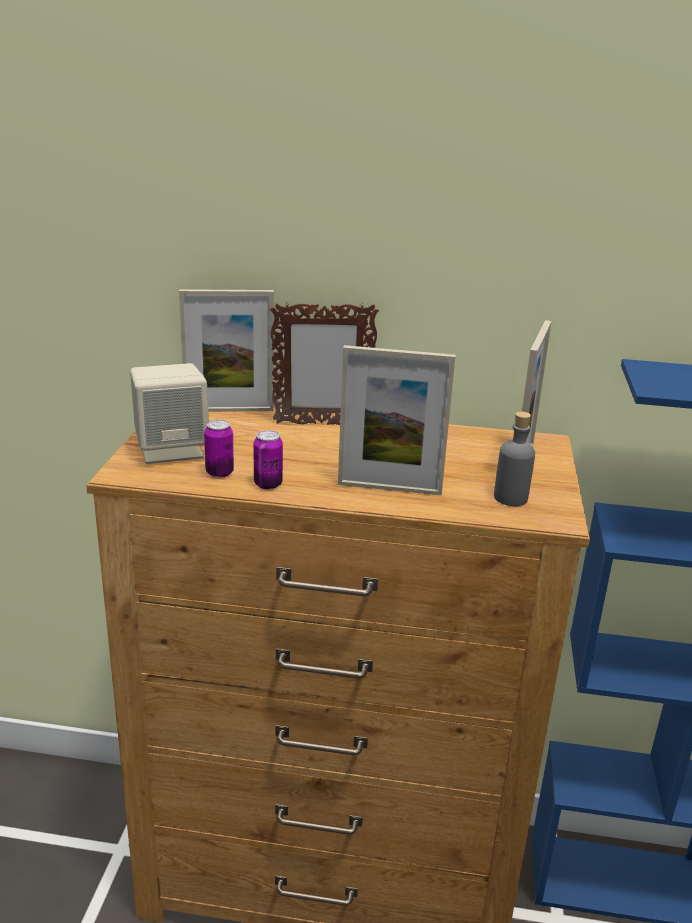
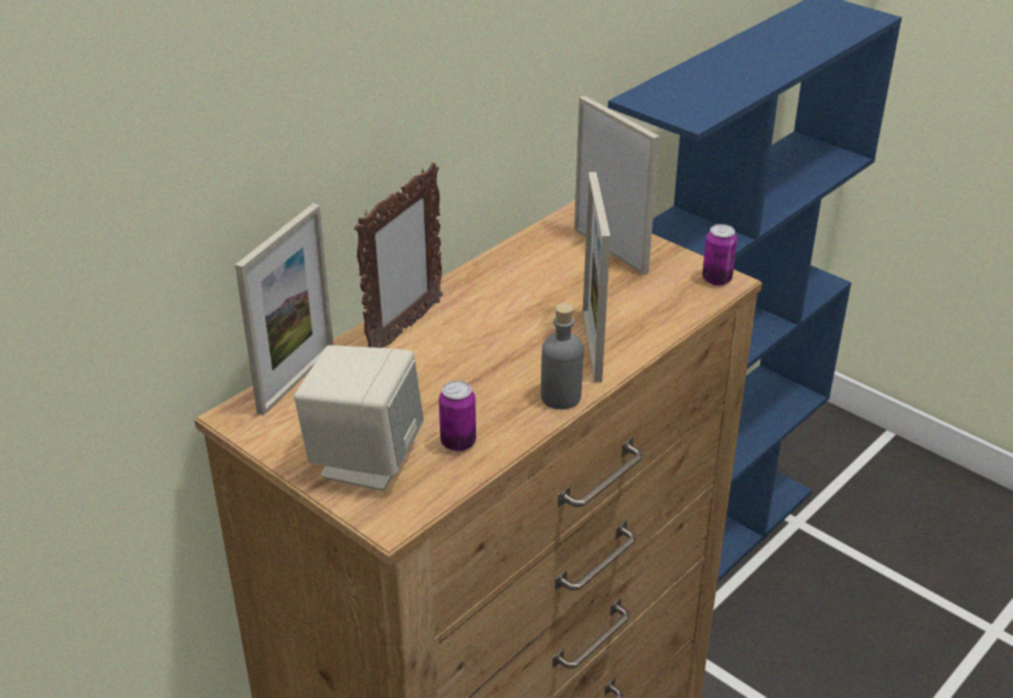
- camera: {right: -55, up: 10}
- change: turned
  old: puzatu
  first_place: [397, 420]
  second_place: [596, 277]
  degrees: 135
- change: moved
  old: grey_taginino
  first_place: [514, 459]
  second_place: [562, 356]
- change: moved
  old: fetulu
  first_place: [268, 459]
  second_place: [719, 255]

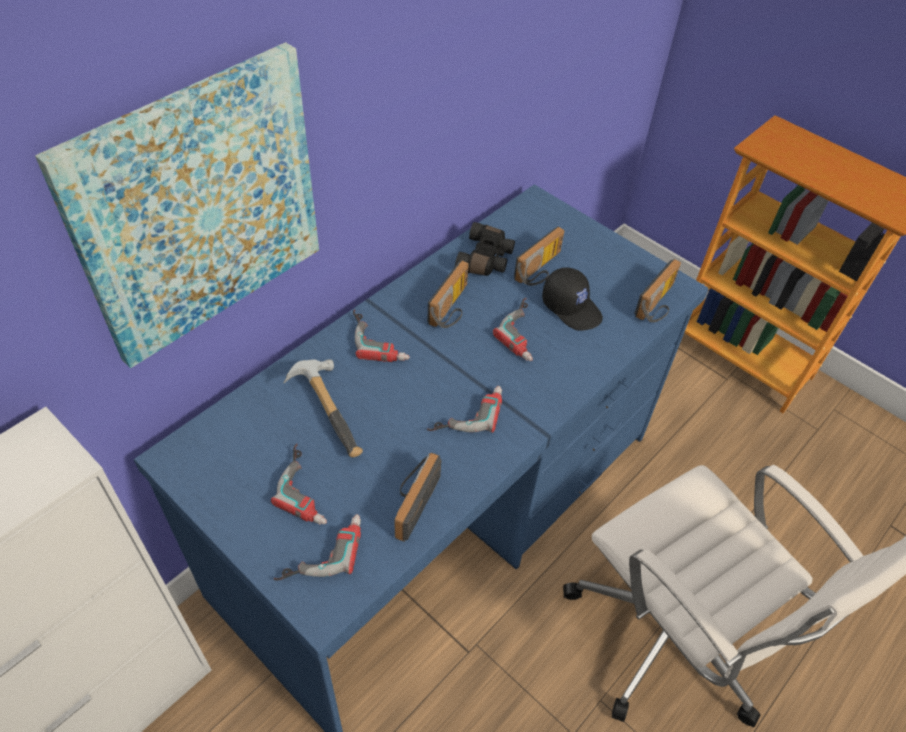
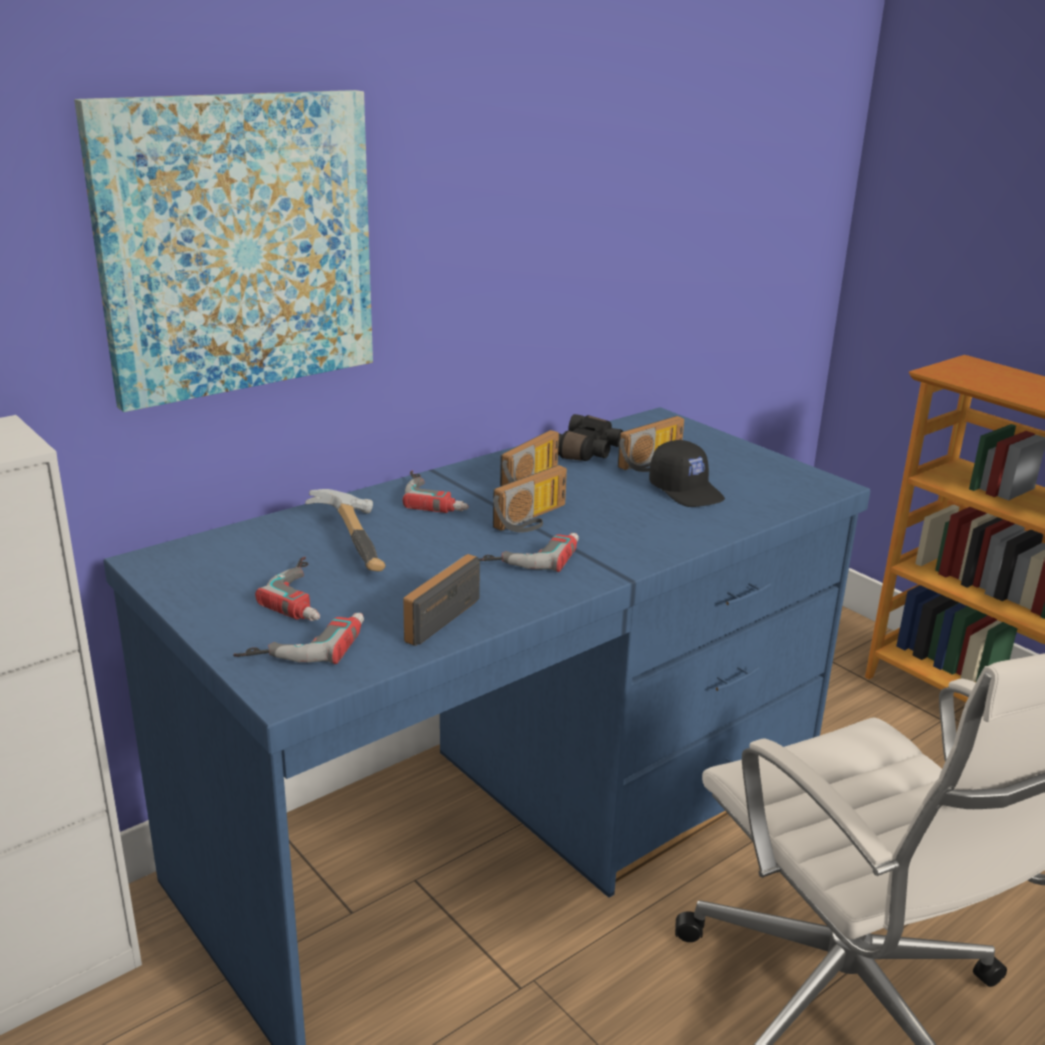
- camera: {right: 10, up: -25}
- change: moved
  old: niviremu
  first_place: [658, 290]
  second_place: [530, 498]
- change: removed
  old: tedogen
  first_place: [513, 329]

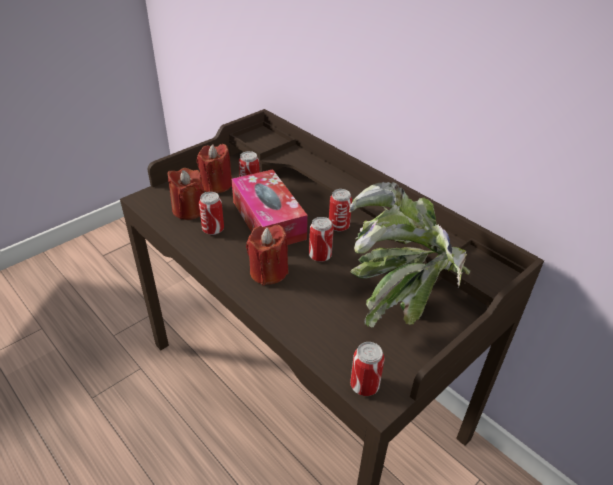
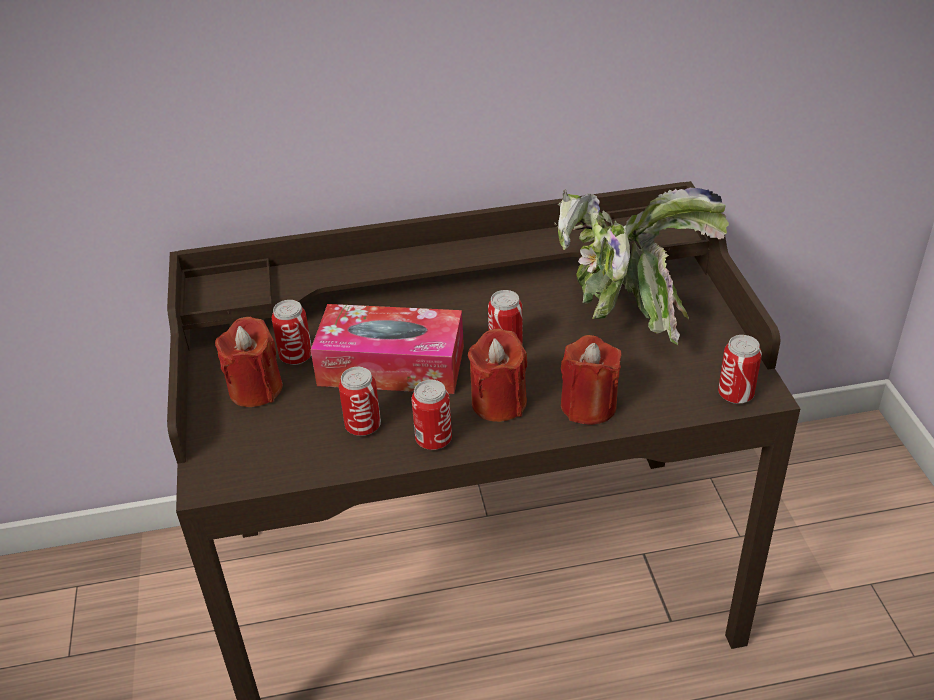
- camera: {right: -55, up: 0}
- change: moved
  old: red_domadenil
  first_place: [186, 194]
  second_place: [591, 380]
- change: moved
  old: fetulu
  first_place: [340, 210]
  second_place: [432, 414]

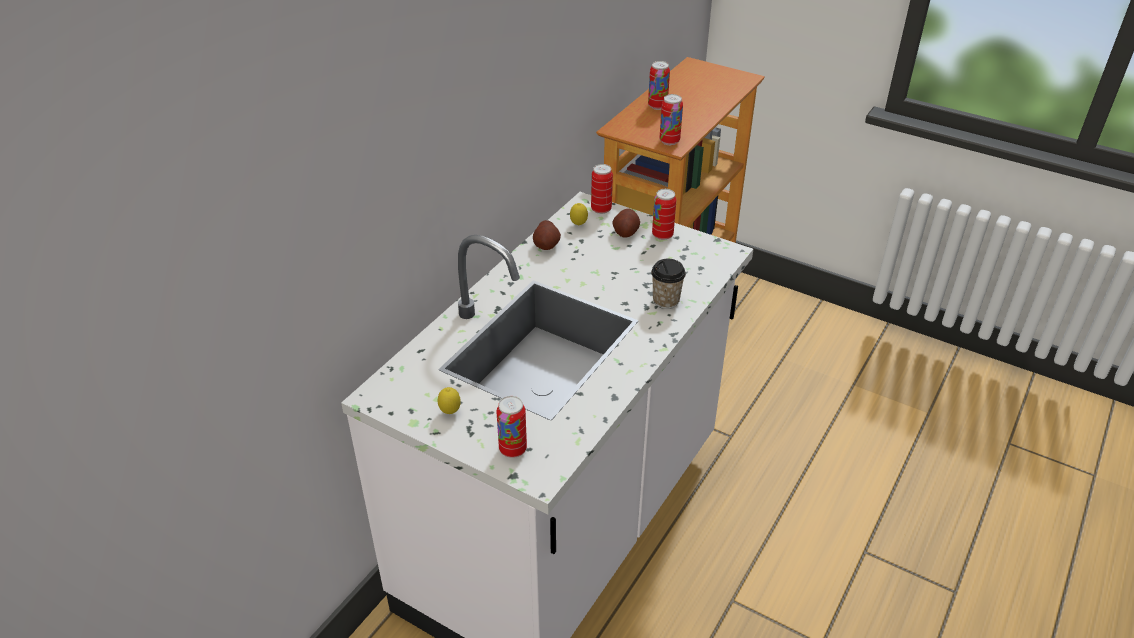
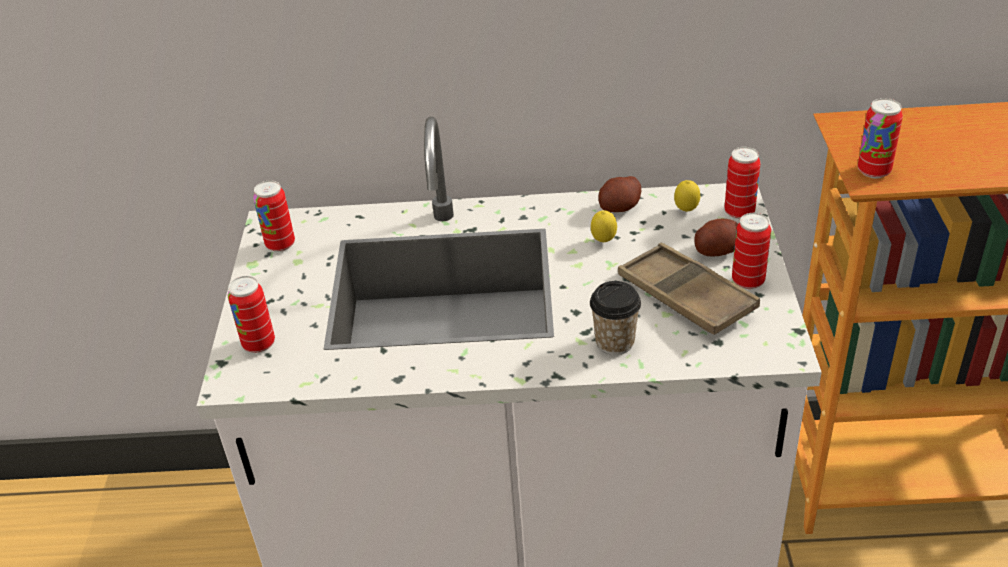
- camera: {right: 60, up: 0}
- change: moved
  old: fetulu
  first_place: [659, 85]
  second_place: [274, 216]
- change: moved
  old: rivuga
  first_place: [449, 400]
  second_place: [604, 226]
- change: added
  new: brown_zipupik
  second_place: [689, 289]

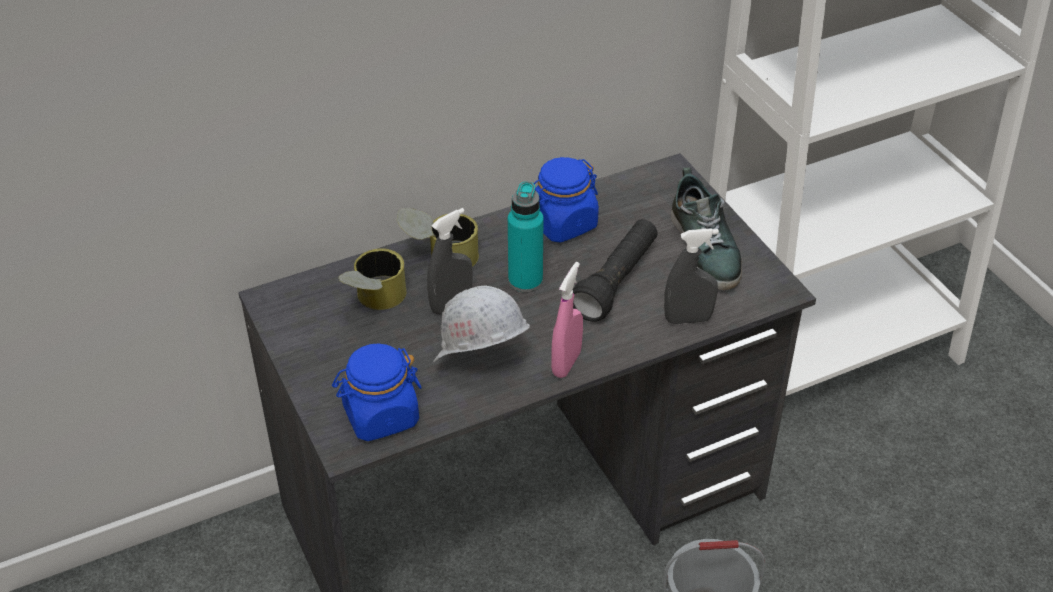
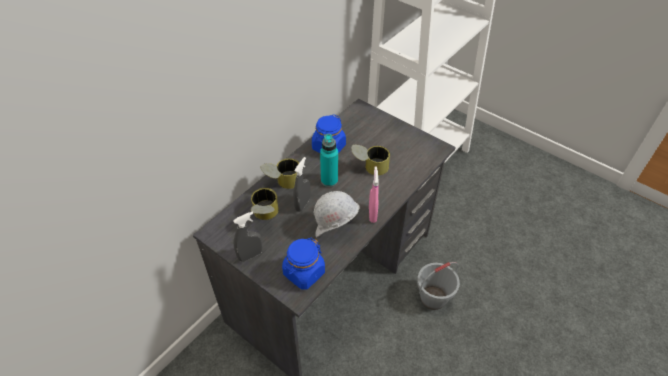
- camera: {right: -25, up: 5}
- change: removed
  old: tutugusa
  first_place: [706, 228]
- change: replaced
  old: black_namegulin
  new: fetulu
  first_place: [615, 270]
  second_place: [370, 160]
- change: moved
  old: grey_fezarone
  first_place: [691, 276]
  second_place: [247, 236]

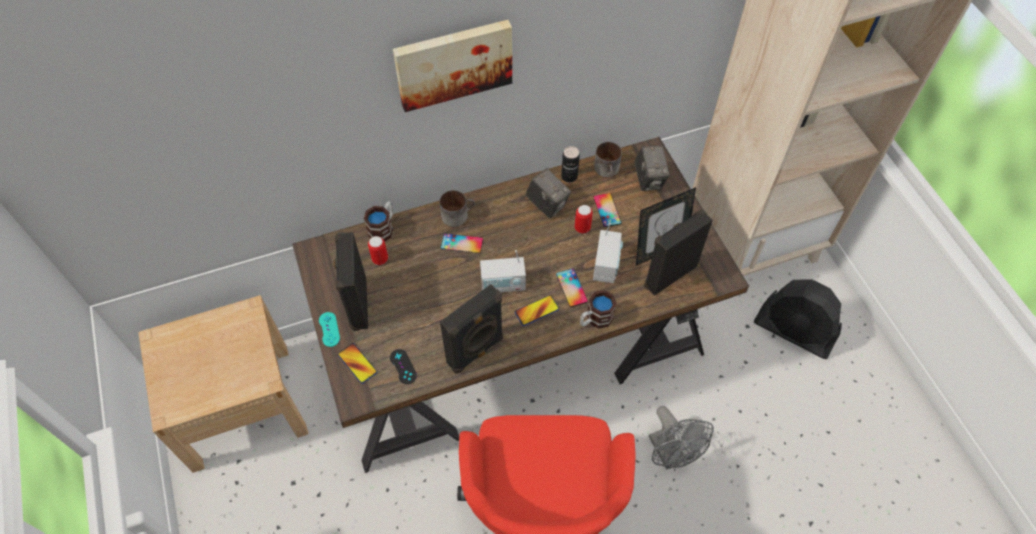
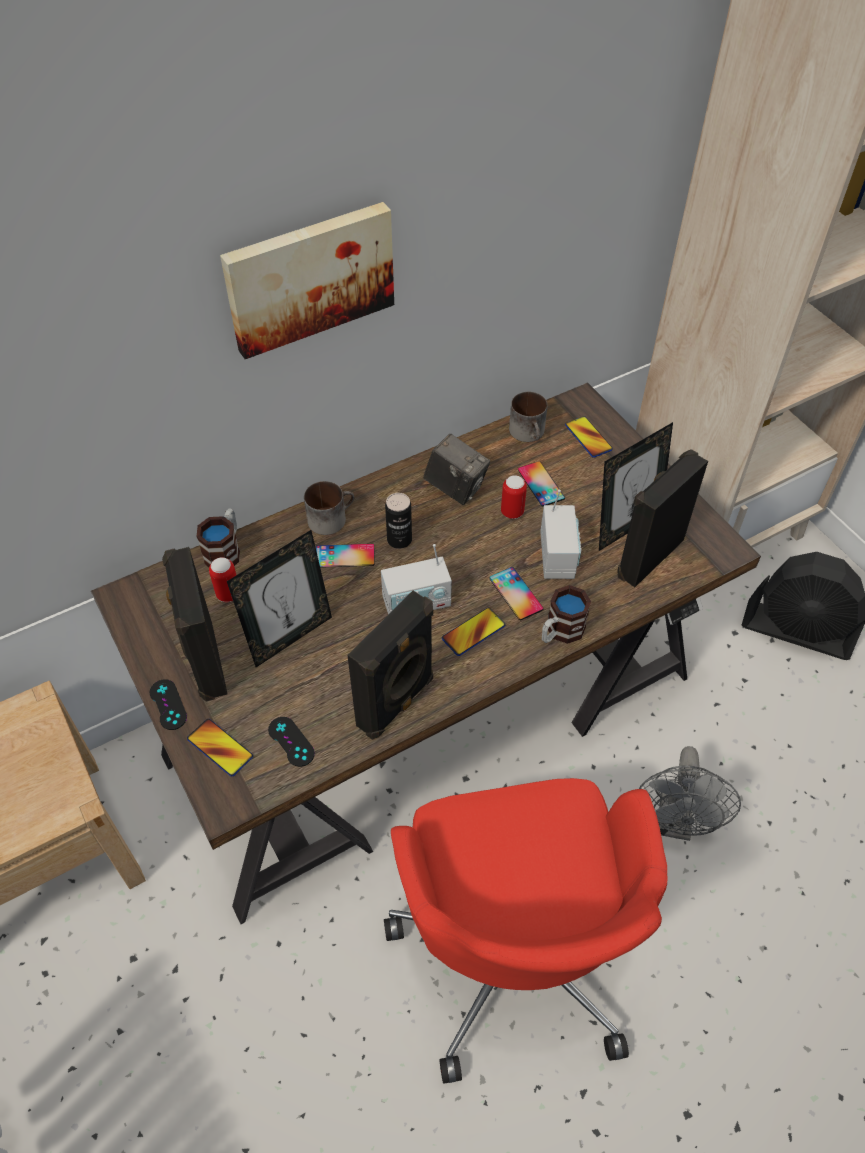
- camera: {right: -10, up: -5}
- change: replaced
  old: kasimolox
  new: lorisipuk
  first_place: [652, 168]
  second_place: [589, 437]
- change: moved
  old: fetulu
  first_place: [570, 164]
  second_place: [398, 521]
- change: recoloured
  old: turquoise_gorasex
  new: black_gorasex
  first_place: [329, 329]
  second_place: [168, 704]
- change: turned
  old: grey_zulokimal
  first_place: [681, 438]
  second_place: [690, 793]
  degrees: 45
- change: added
  new: puzatu
  second_place: [279, 598]

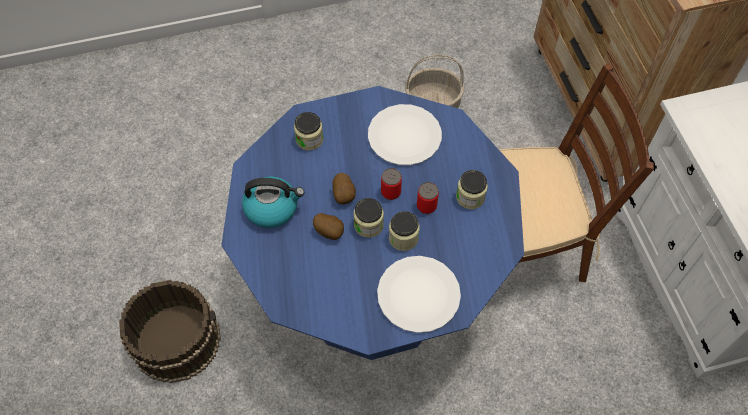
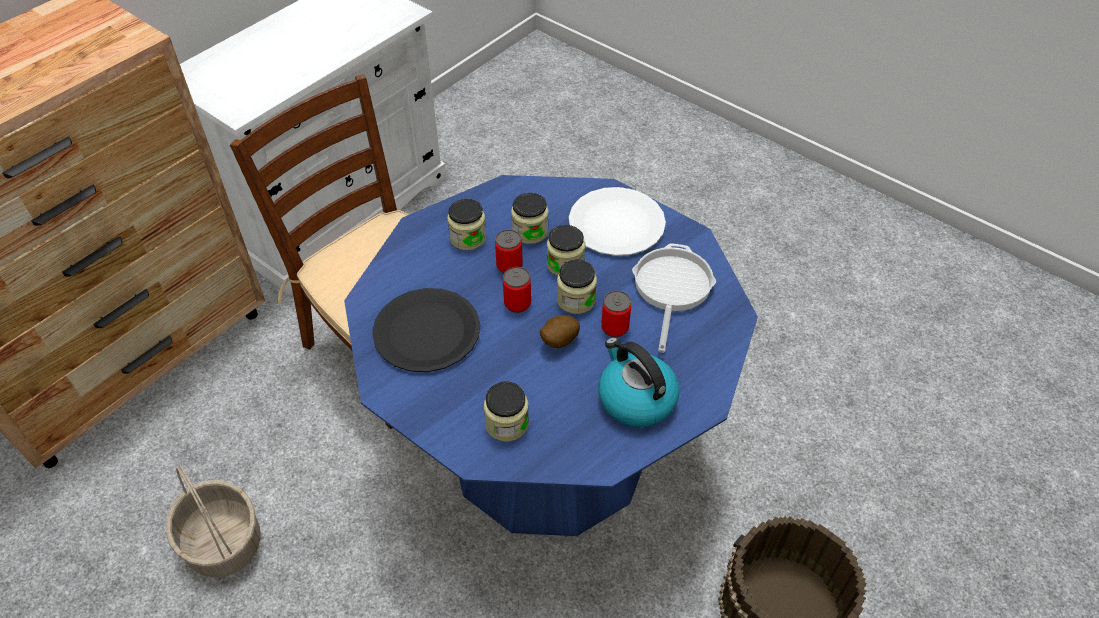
- camera: {right: -125, up: -10}
- change: recoloured
  old: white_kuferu
  new: black_kuferu
  first_place: [405, 134]
  second_place: [426, 330]
- change: replaced
  old: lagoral
  new: fetulu
  first_place: [328, 226]
  second_place: [616, 314]
- change: added
  new: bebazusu
  second_place: [530, 218]
- change: added
  new: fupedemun
  second_place: [674, 298]

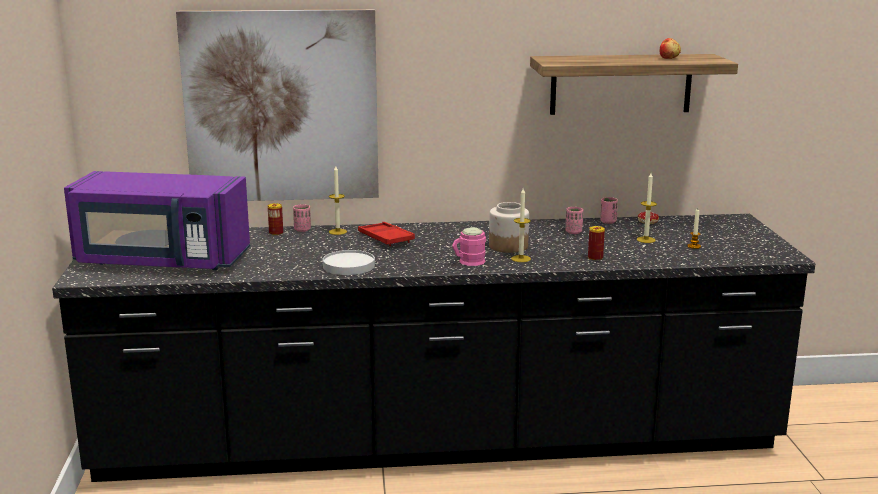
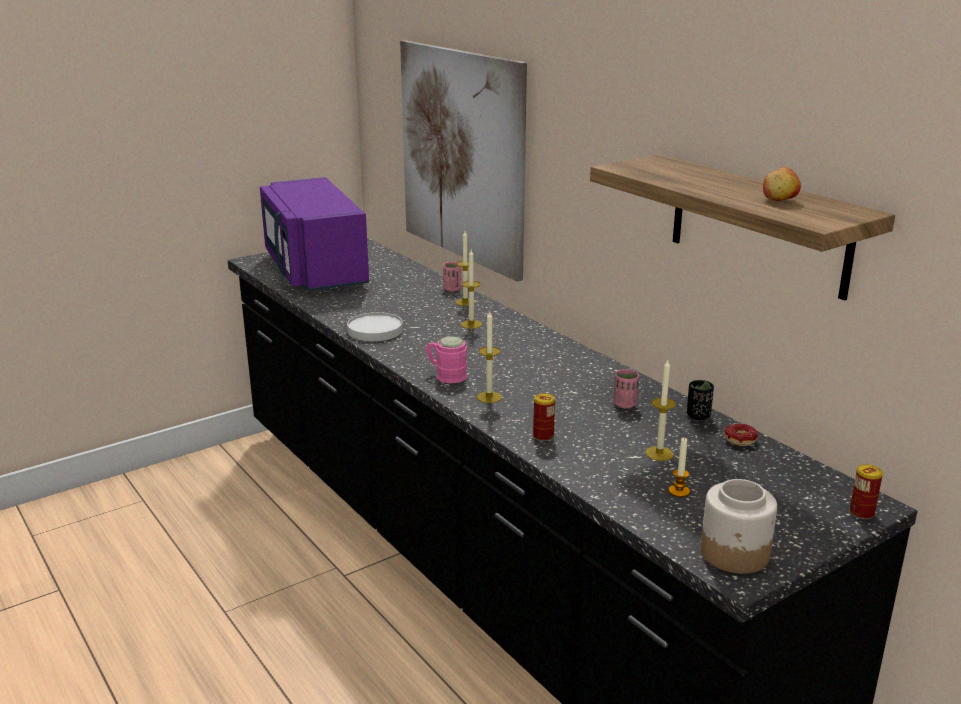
- camera: {right: 60, up: 5}
- change: recoloured
  old: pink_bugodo
  new: black_bugodo
  first_place: [609, 210]
  second_place: [700, 400]
- change: moved
  old: bebazusu
  first_place: [509, 227]
  second_place: [739, 526]
- change: moved
  old: fetulu
  first_place: [275, 219]
  second_place: [866, 491]
- change: replaced
  old: red_zipupik
  new: domadenil
  first_place: [386, 234]
  second_place: [471, 289]

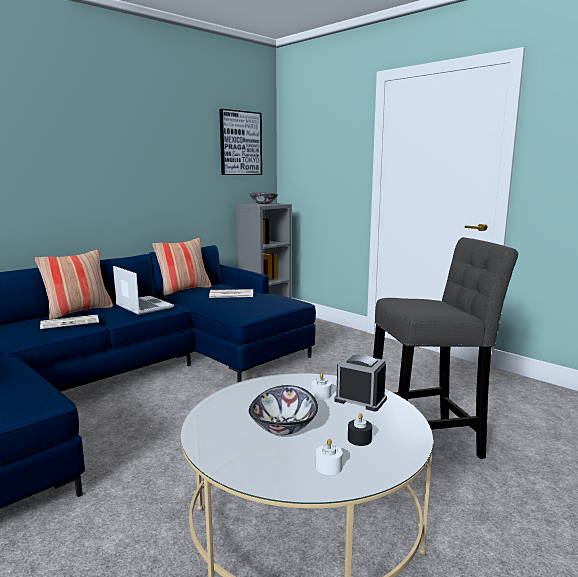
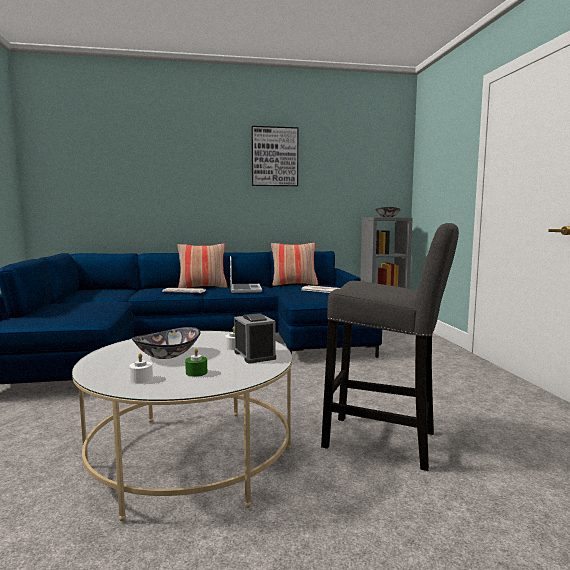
- camera: {right: 35, up: -5}
- change: moved
  old: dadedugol
  first_place: [240, 142]
  second_place: [274, 156]
- change: recoloured
  old: black_domadenil
  new: green_domadenil
  first_place: [360, 429]
  second_place: [196, 362]

